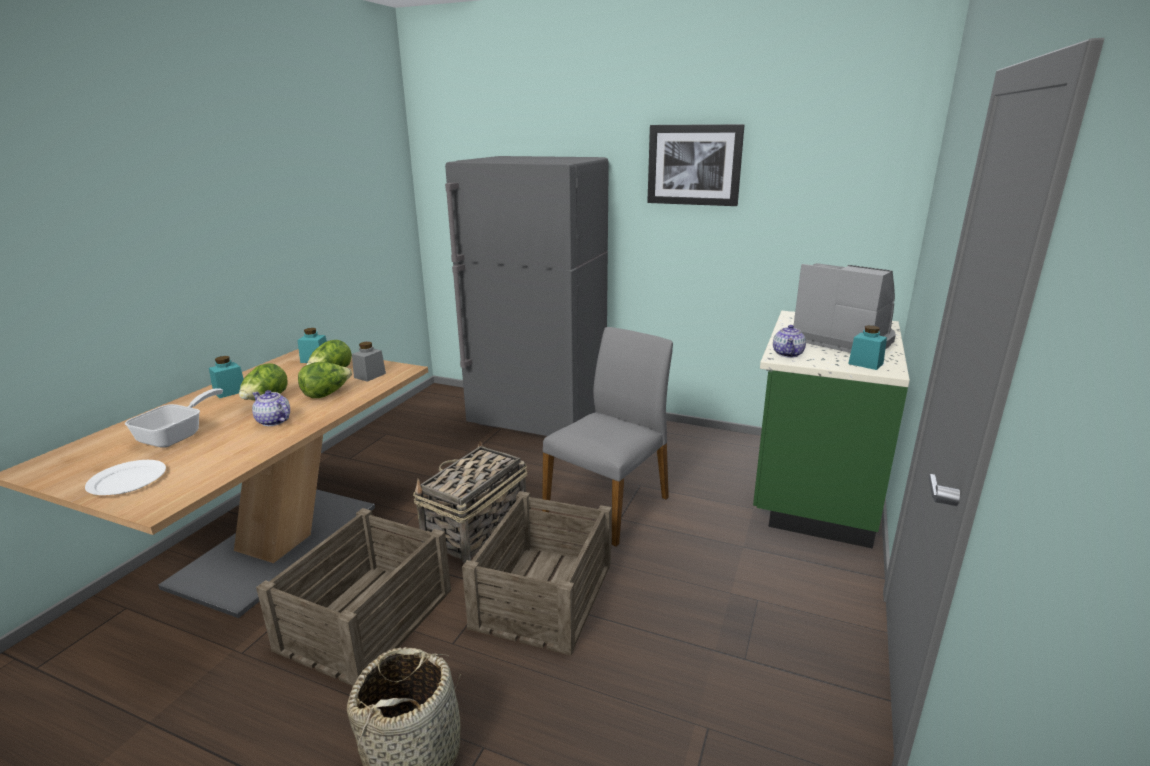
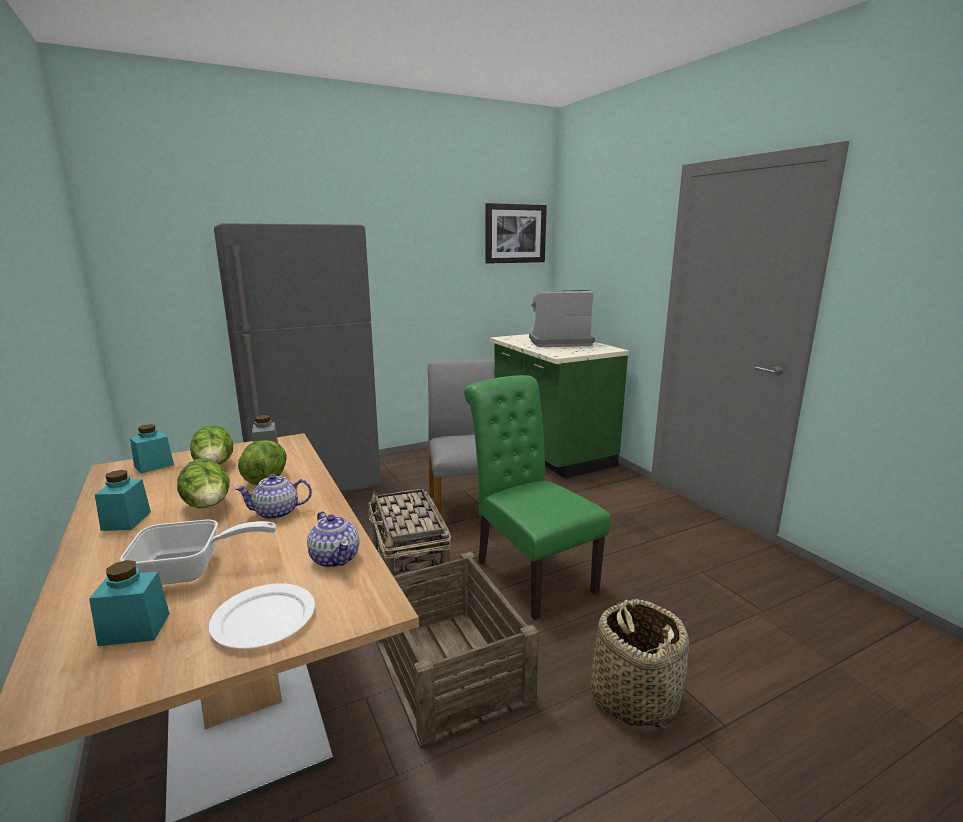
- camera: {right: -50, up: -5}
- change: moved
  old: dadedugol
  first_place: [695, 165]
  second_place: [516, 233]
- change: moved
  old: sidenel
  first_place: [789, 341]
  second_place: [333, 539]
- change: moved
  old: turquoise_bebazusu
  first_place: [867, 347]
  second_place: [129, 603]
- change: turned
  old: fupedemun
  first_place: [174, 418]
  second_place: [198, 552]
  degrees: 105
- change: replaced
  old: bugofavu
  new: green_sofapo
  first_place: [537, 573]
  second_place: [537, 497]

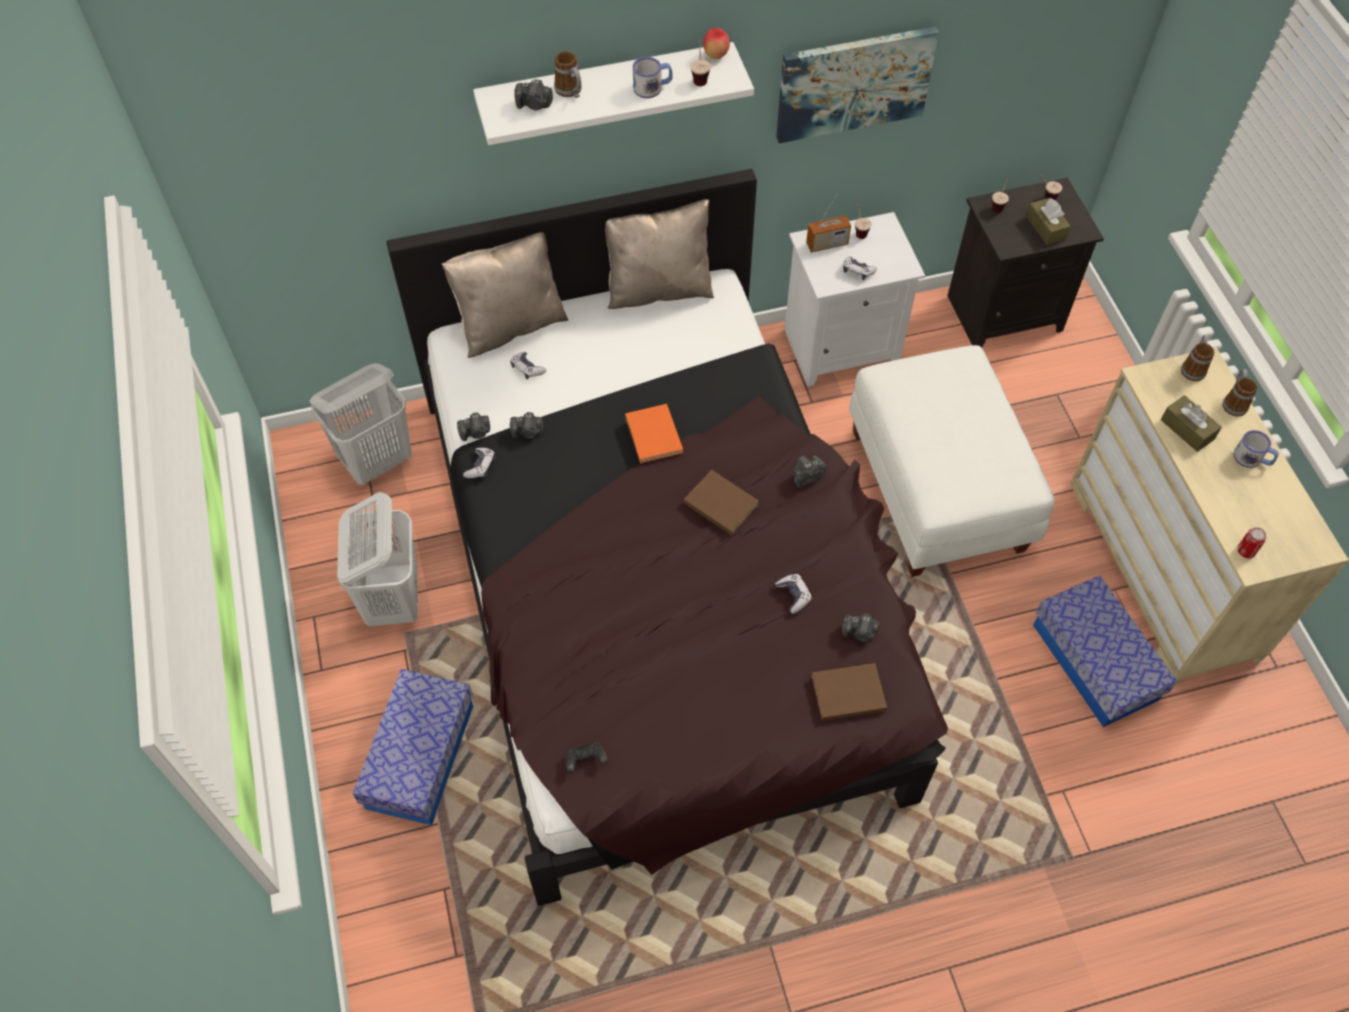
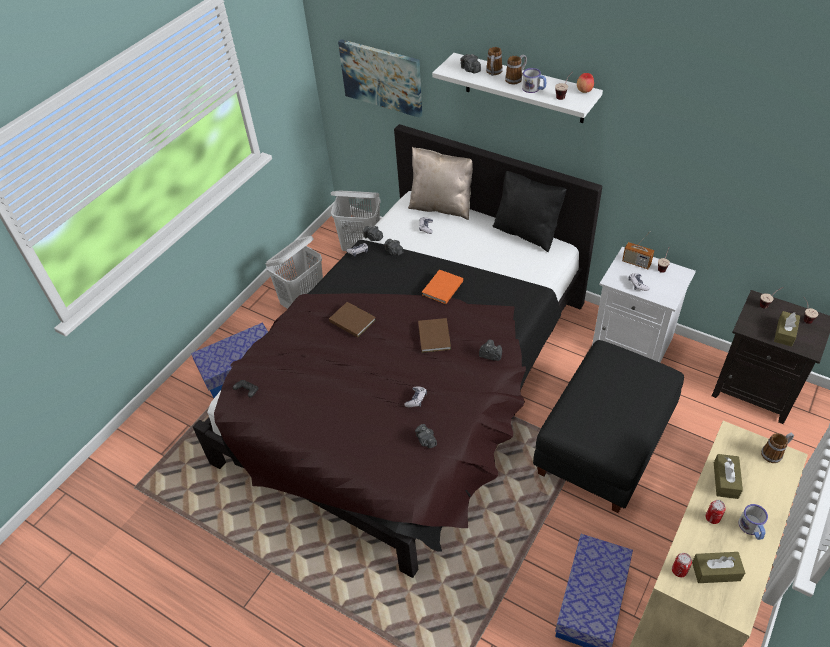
- camera: {right: 50, up: -10}
- change: moved
  old: dadedugol
  first_place: [857, 84]
  second_place: [380, 78]
- change: recoloured
  old: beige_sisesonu
  new: black_sisesonu
  first_place: [659, 254]
  second_place: [530, 211]
- change: recoloured
  old: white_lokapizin
  new: black_lokapizin
  first_place: [952, 461]
  second_place: [608, 426]
- change: moved
  old: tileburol
  first_place: [1240, 392]
  second_place: [516, 69]
- change: moved
  old: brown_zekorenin
  first_place: [849, 692]
  second_place: [352, 320]
- change: added
  new: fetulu
  second_place: [715, 512]
- change: added
  new: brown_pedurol
  second_place: [718, 567]

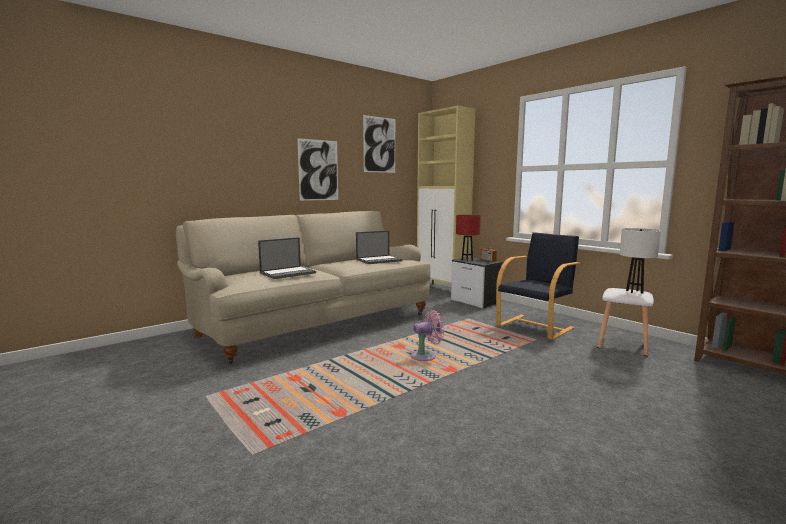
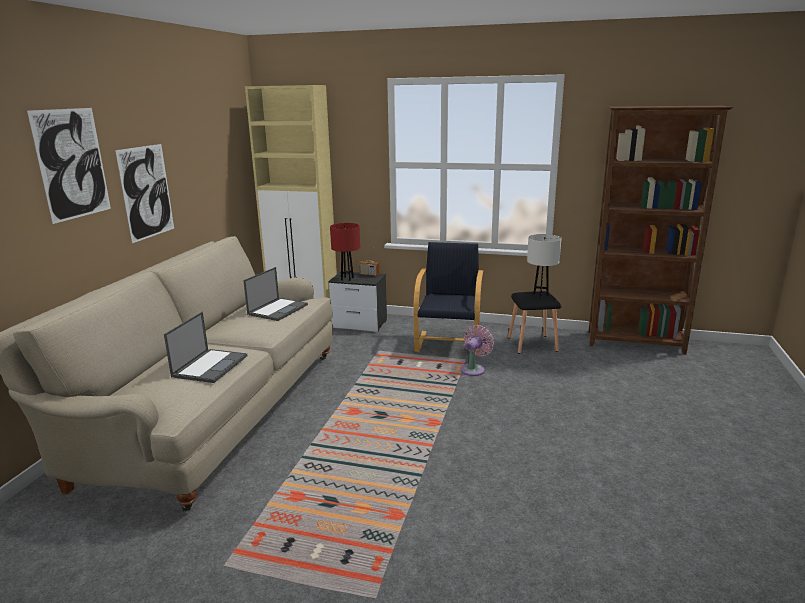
- camera: {right: -35, up: 10}
- change: moved
  old: dadedugol
  first_place: [379, 144]
  second_place: [69, 166]
- change: recoloured
  old: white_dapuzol
  new: black_dapuzol
  first_place: [625, 322]
  second_place: [534, 322]
- change: moved
  old: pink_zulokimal
  first_place: [427, 335]
  second_place: [477, 350]

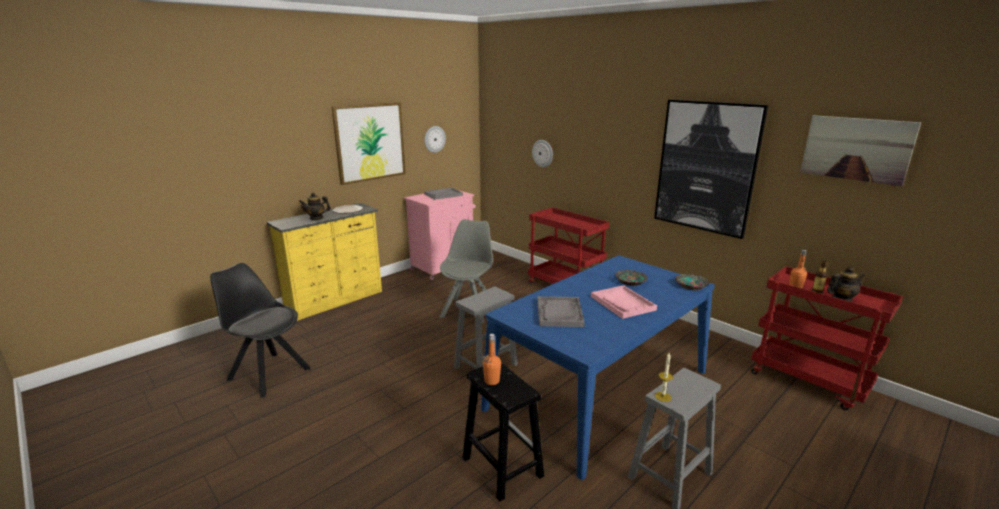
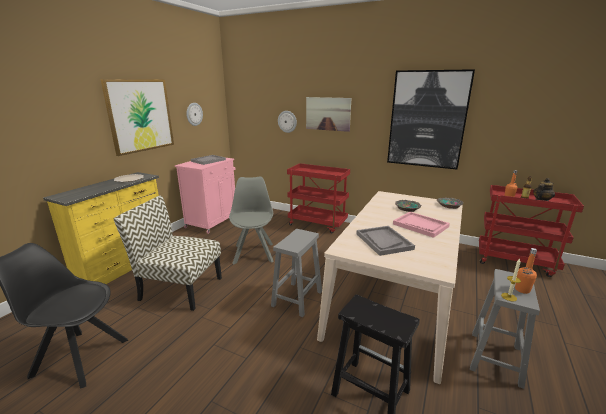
- camera: {right: -20, up: 0}
- change: moved
  old: dadedugol
  first_place: [860, 150]
  second_place: [328, 114]
- change: removed
  old: sidenel
  first_place: [315, 206]
- change: recoloured
  old: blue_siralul
  new: beige_siralul
  first_place: [598, 367]
  second_place: [390, 287]
- change: moved
  old: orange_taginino
  first_place: [492, 359]
  second_place: [526, 271]
- change: added
  new: sofapo
  second_place: [168, 253]

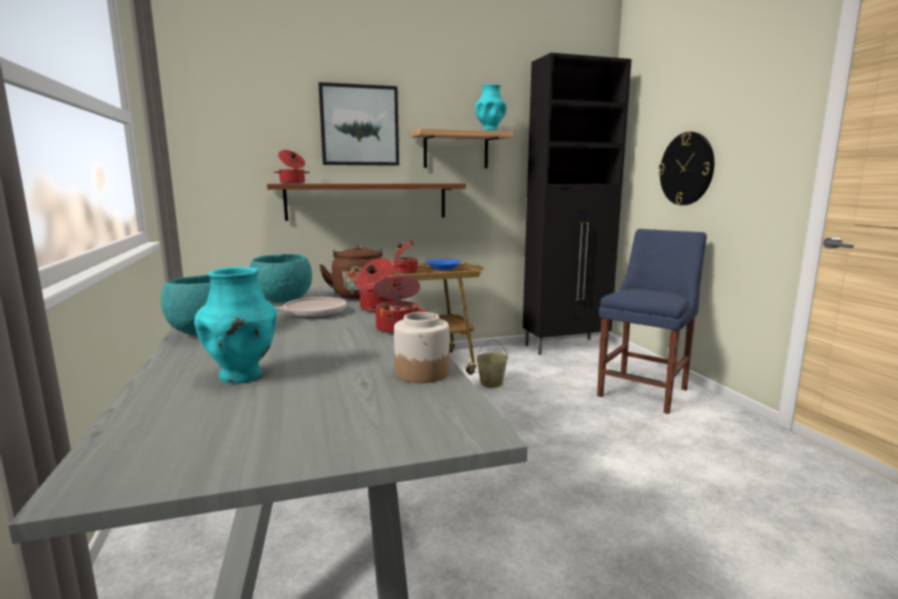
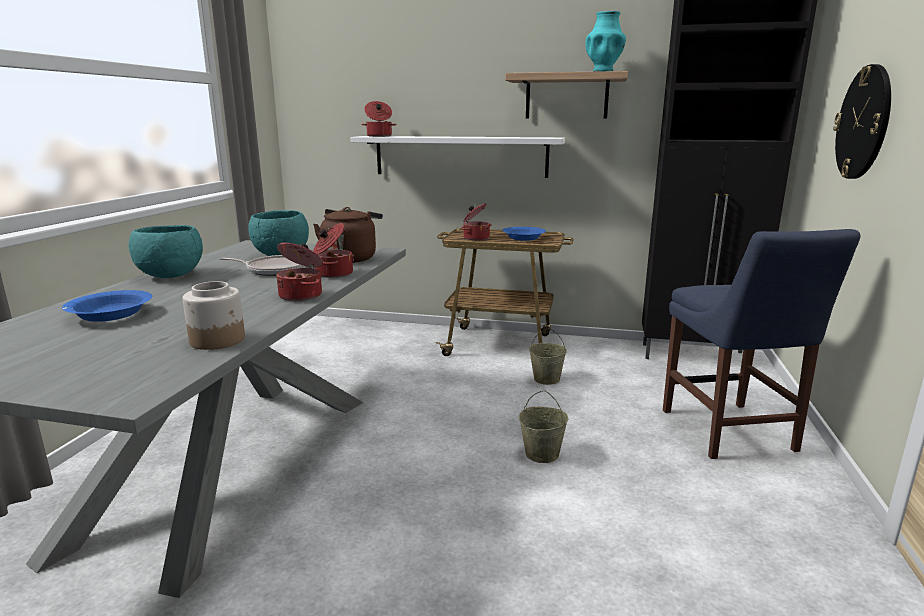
- camera: {right: 30, up: 5}
- change: removed
  old: dadedugol
  first_place: [358, 124]
- change: recoloured
  old: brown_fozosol
  new: white_fozosol
  first_place: [366, 202]
  second_place: [457, 157]
- change: turned
  old: blue_sofapo
  first_place: [652, 321]
  second_place: [761, 344]
  degrees: 105
- change: replaced
  old: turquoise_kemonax
  new: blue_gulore
  first_place: [235, 325]
  second_place: [107, 306]
- change: added
  new: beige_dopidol
  second_place: [543, 426]

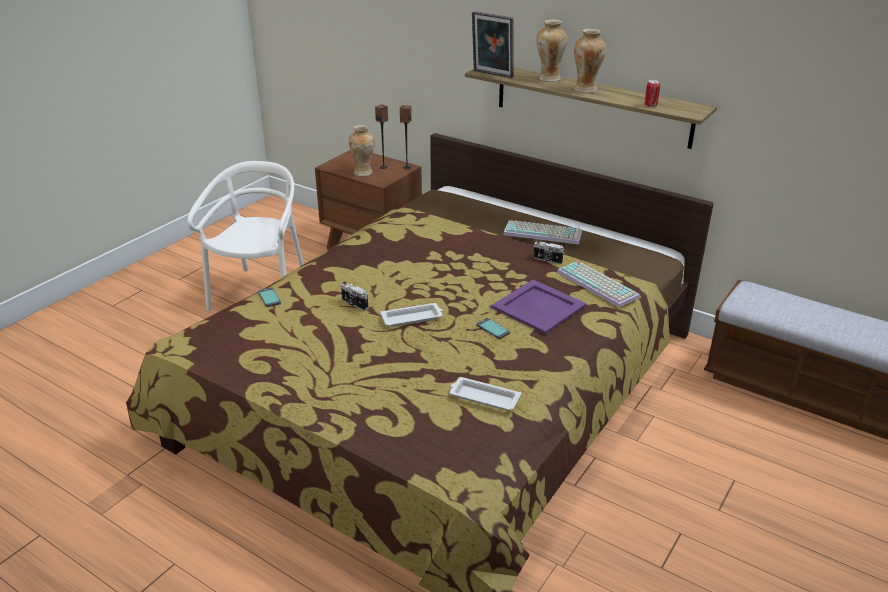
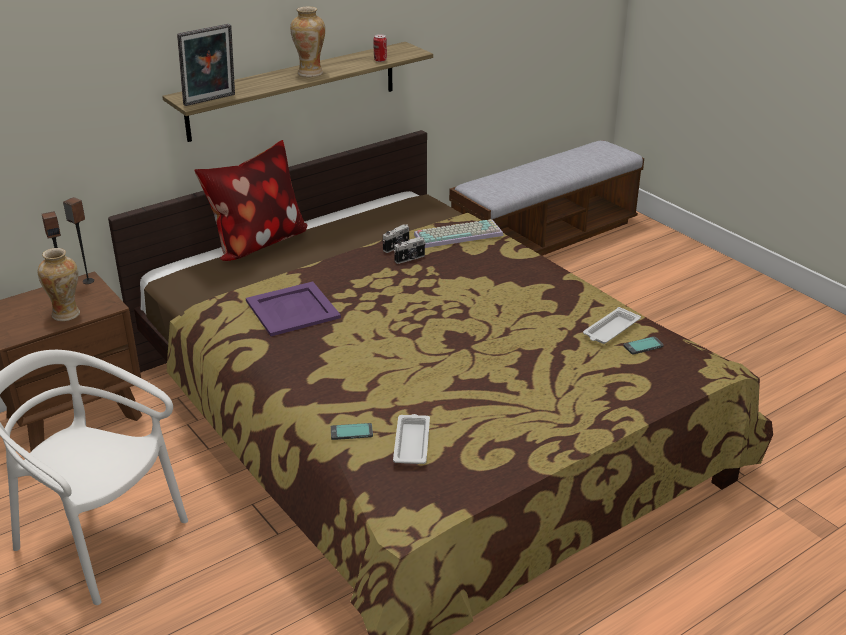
- camera: {right: -70, up: 0}
- change: removed
  old: kemonax
  first_place: [552, 50]
- change: removed
  old: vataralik
  first_place: [542, 232]
- change: moved
  old: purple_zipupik
  first_place: [539, 307]
  second_place: [293, 309]
- change: moved
  old: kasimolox
  first_place: [354, 296]
  second_place: [409, 250]
- change: moved
  old: white_zipupik
  first_place: [411, 315]
  second_place: [411, 439]
- change: moved
  old: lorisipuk
  first_place: [493, 328]
  second_place: [644, 345]
- change: added
  new: sisesonu
  second_place: [250, 200]

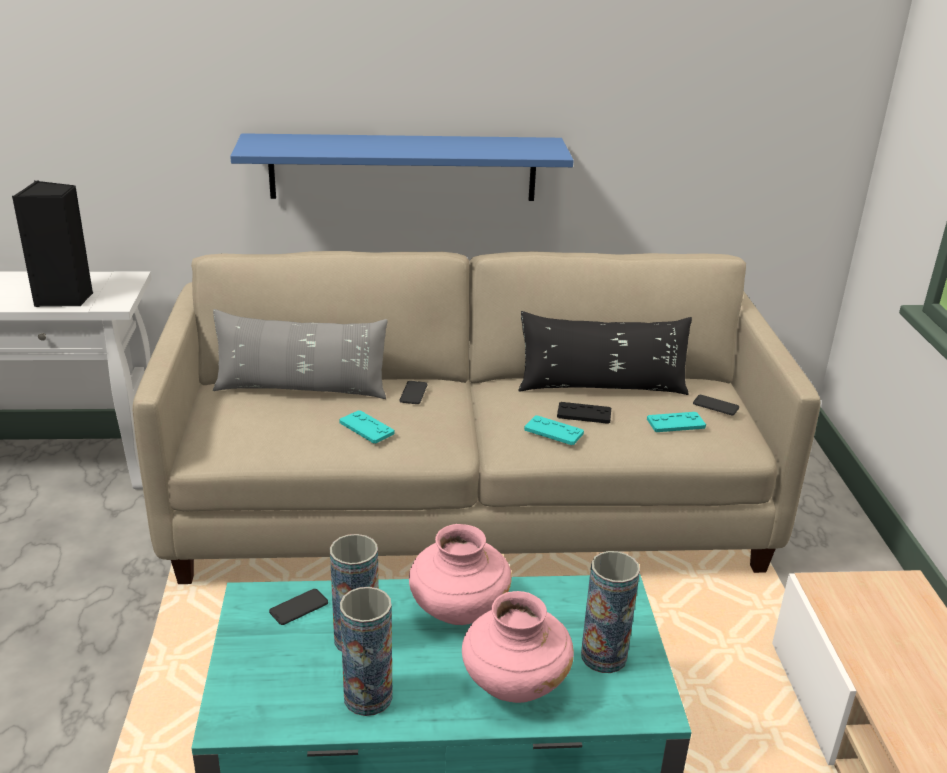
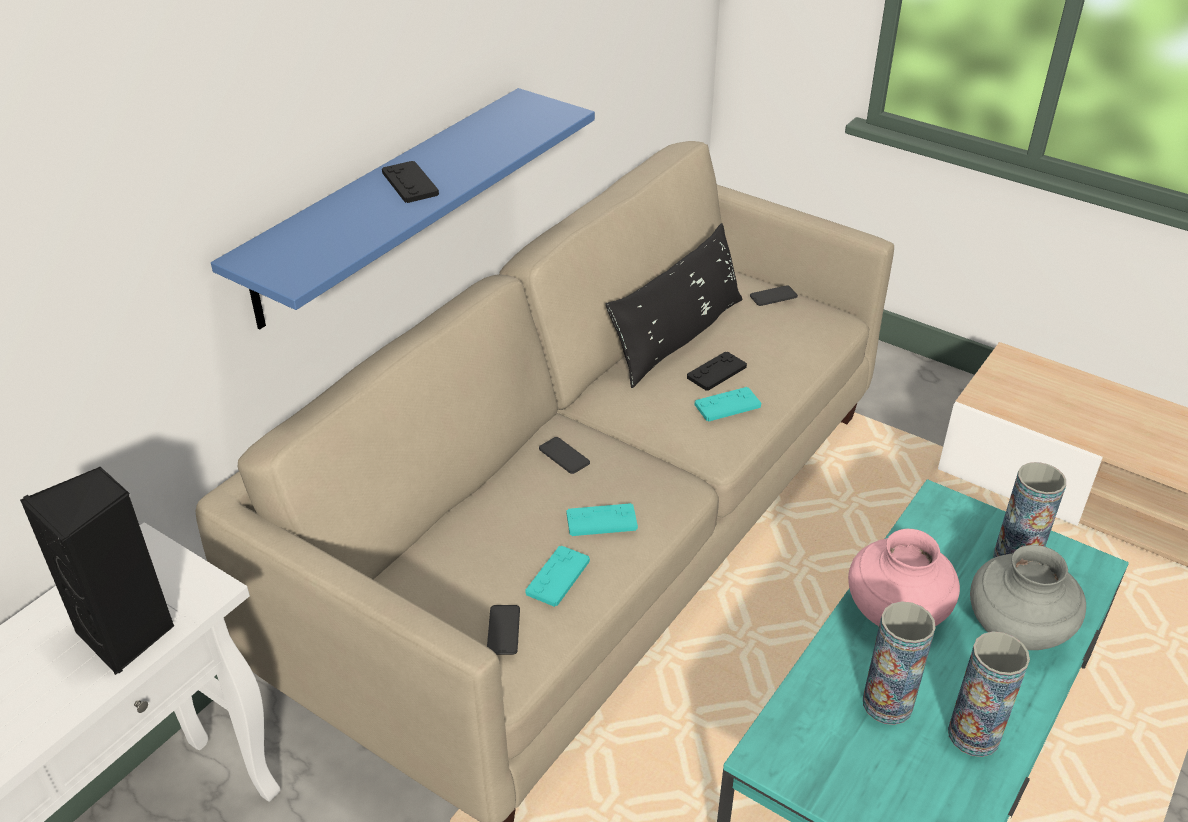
- camera: {right: -50, up: 10}
- change: removed
  old: grey_sisesonu
  first_place: [300, 354]
- change: moved
  old: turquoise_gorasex
  first_place: [676, 422]
  second_place: [557, 576]
- change: moved
  old: lorisipuk
  first_place: [298, 607]
  second_place: [503, 630]
- change: recoloured
  old: pink_kemonax
  new: grey_kemonax
  first_place: [518, 647]
  second_place: [1028, 597]
- change: added
  new: black_gorasex
  second_place: [410, 182]

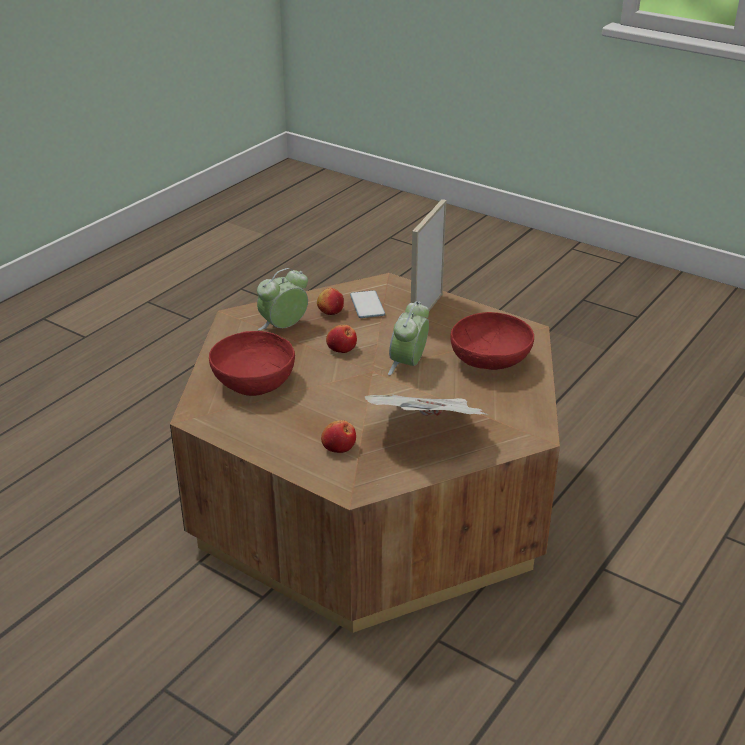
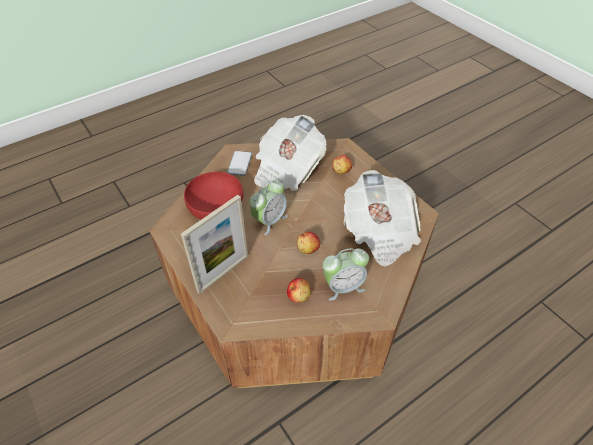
- camera: {right: -160, up: 15}
- change: moved
  old: lorisipuk
  first_place: [367, 304]
  second_place: [239, 163]
- change: replaced
  old: red_gulore
  new: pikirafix
  first_place: [252, 363]
  second_place: [382, 218]

